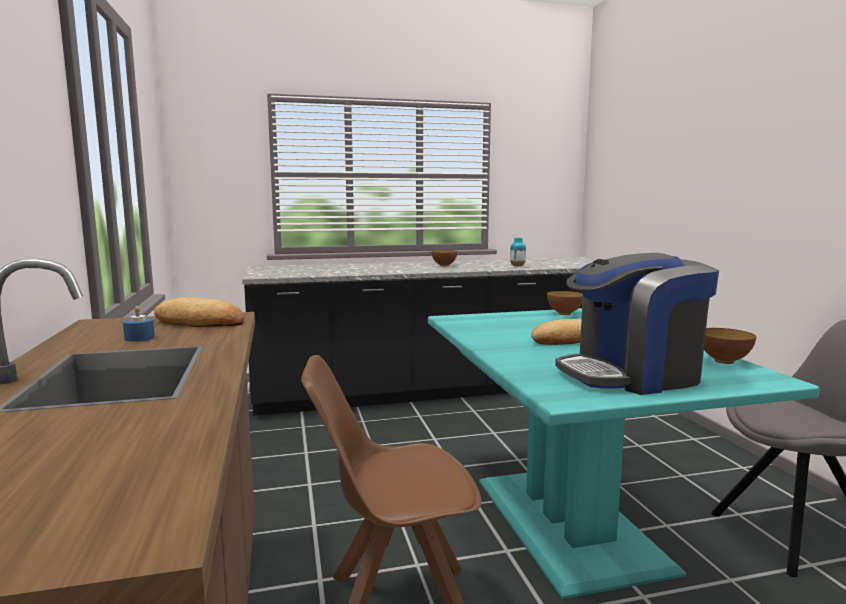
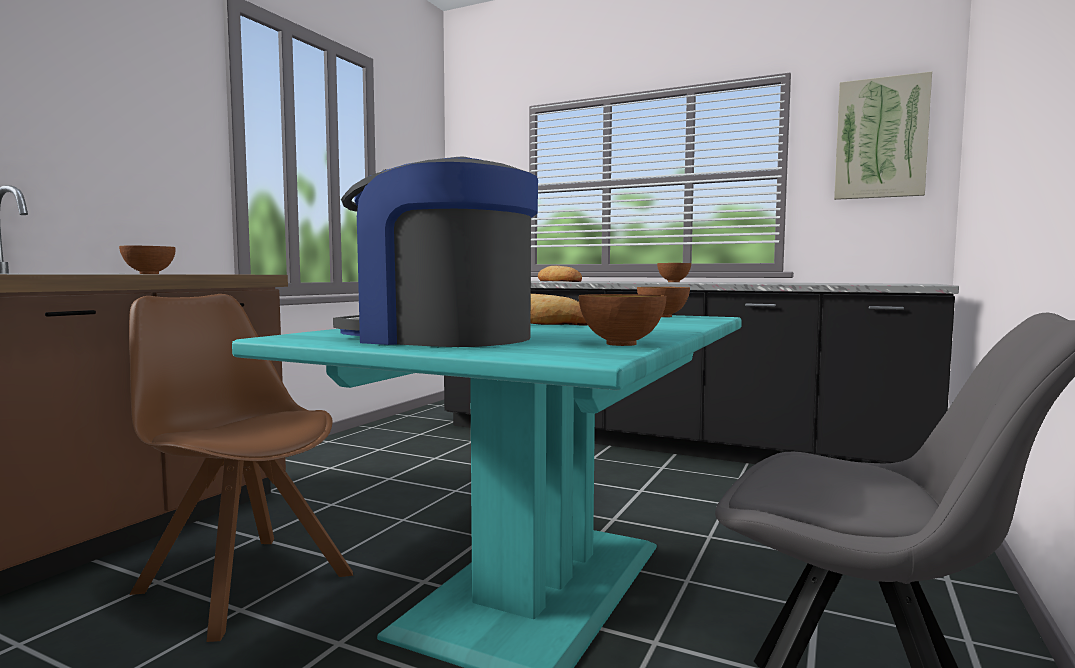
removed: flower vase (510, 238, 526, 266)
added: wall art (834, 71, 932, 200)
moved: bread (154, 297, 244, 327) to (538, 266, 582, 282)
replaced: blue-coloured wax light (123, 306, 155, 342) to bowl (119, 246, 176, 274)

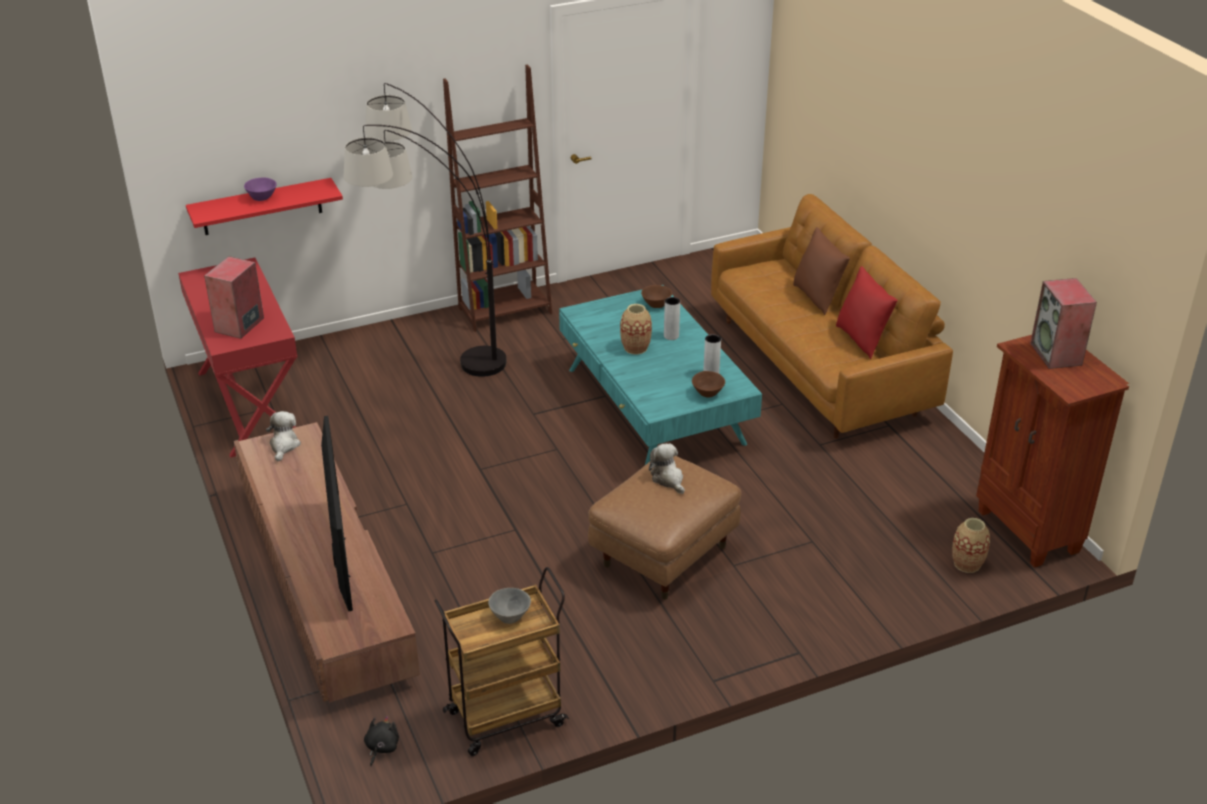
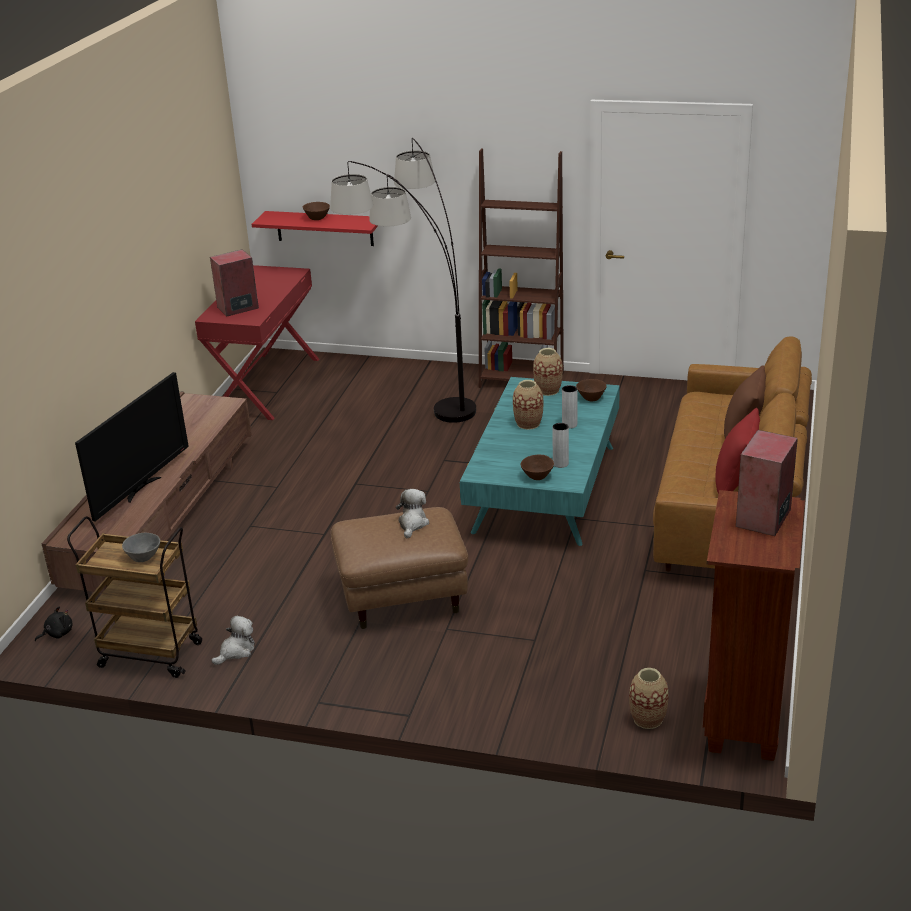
added: flower vase (533, 348, 563, 396)
moved: plush toy (266, 411, 301, 461) to (212, 616, 255, 665)
recoloured: purple bowl (244, 177, 277, 201) to brown-coloured bowl (303, 202, 330, 220)

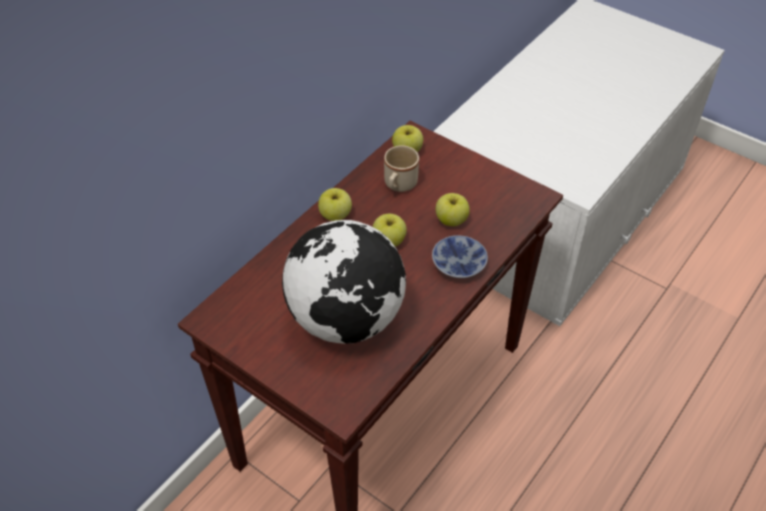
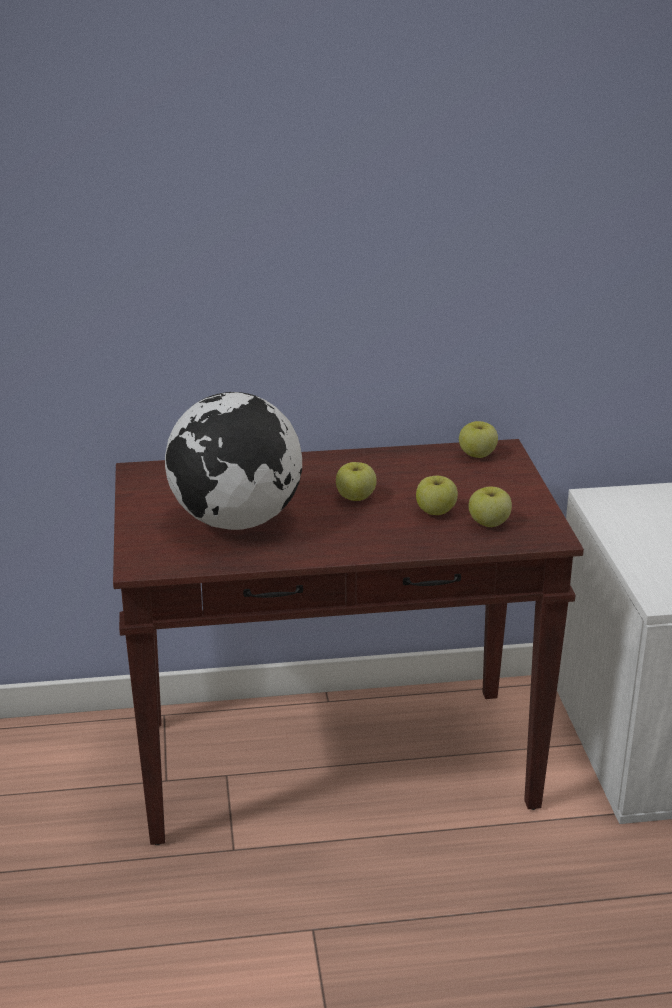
removed: beige-coloured tea mug (384, 145, 419, 192); bowl (432, 235, 488, 278)
moved: apple fruit (318, 188, 352, 221) to (469, 487, 512, 527)

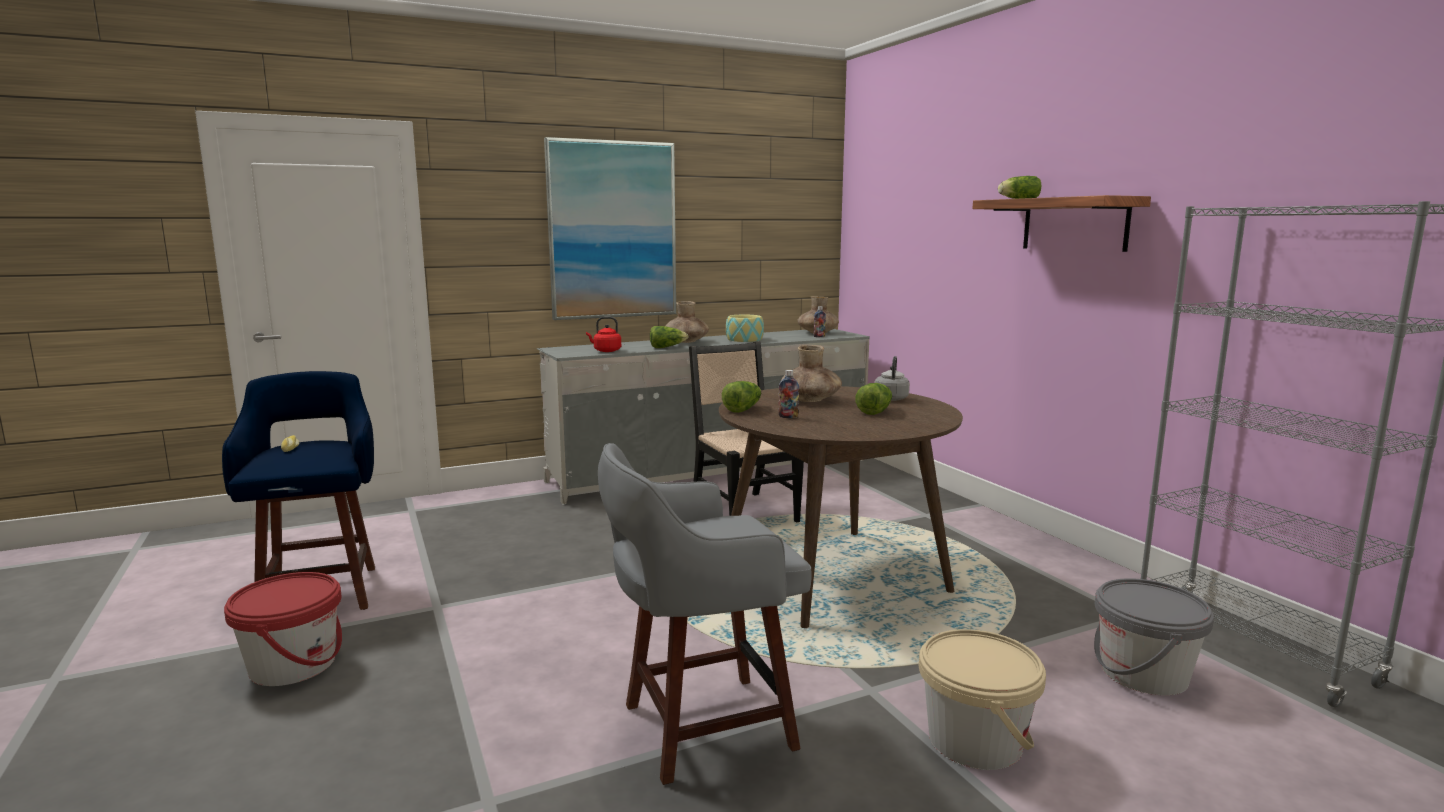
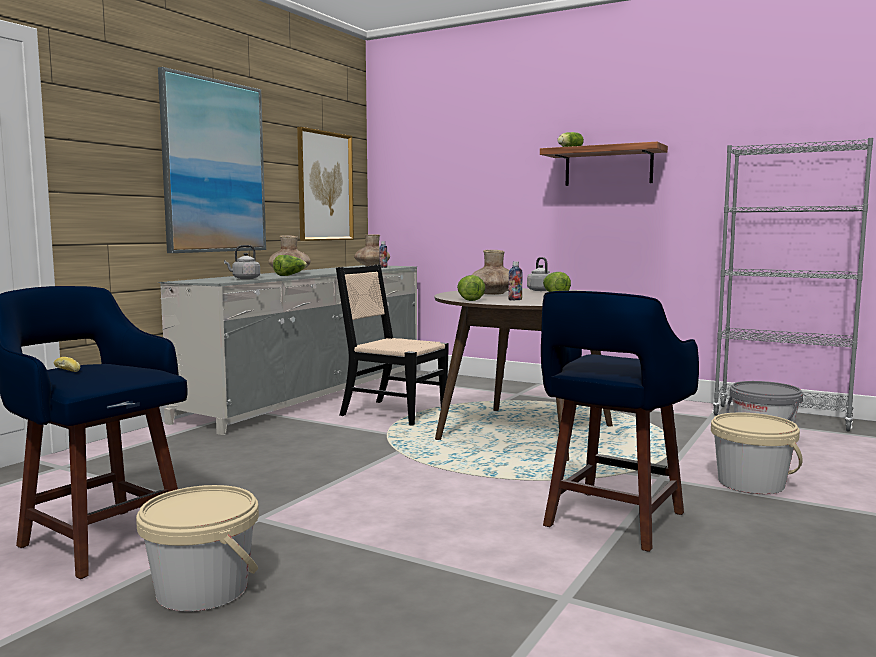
removed: bowl (726, 314, 764, 342)
added: wall art (297, 127, 354, 241)
recoloured: reddish water bucket (224, 572, 342, 686) to beige-coloured water bucket (136, 485, 259, 612); reddish water kettle (586, 317, 621, 352) to greyish water kettle (224, 245, 260, 279); greyish sitting stool (598, 443, 811, 785) to blue-coloured sitting stool (541, 291, 699, 552)

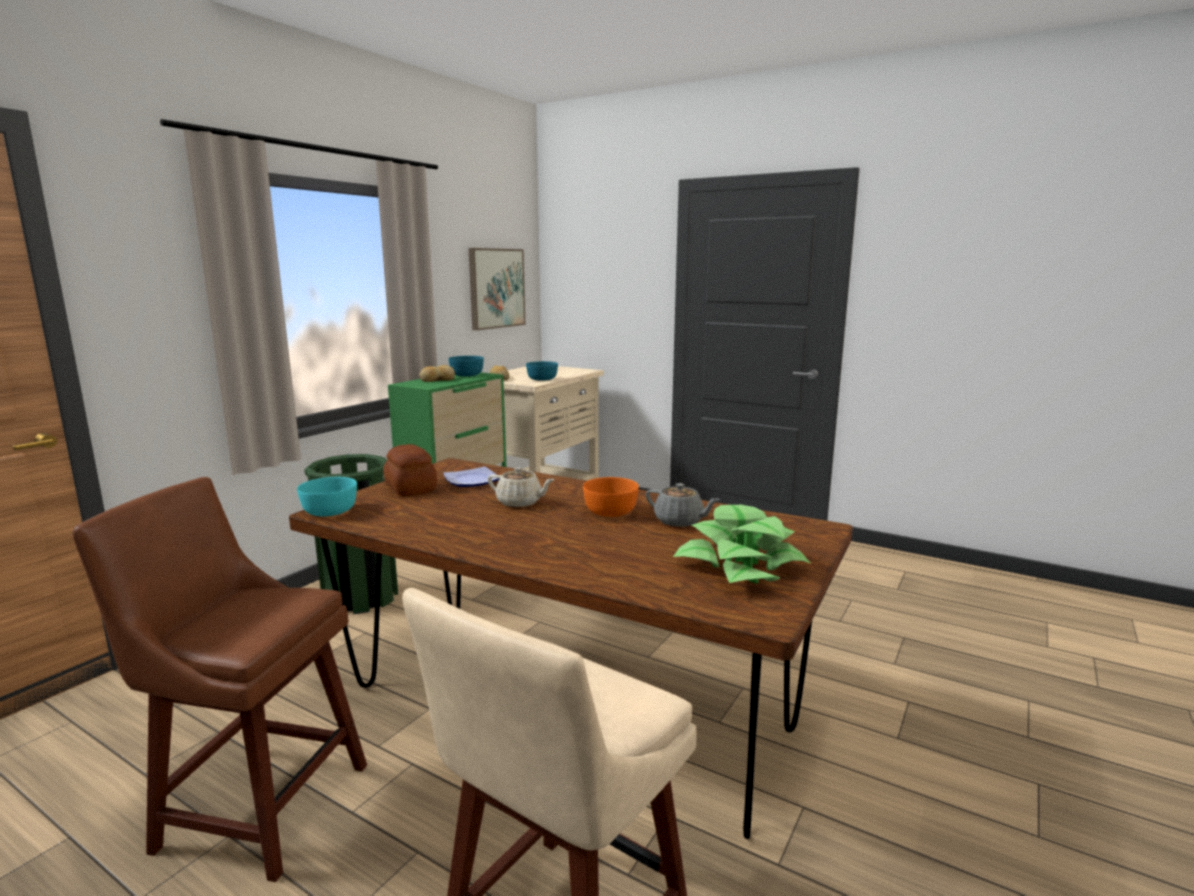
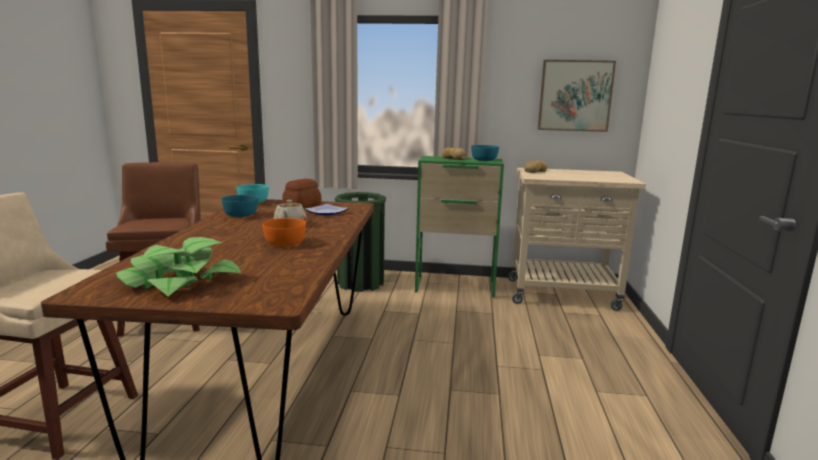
removed: greyish tea pot (646, 483, 720, 527)
moved: blue-green bowl (526, 361, 558, 381) to (221, 195, 258, 217)

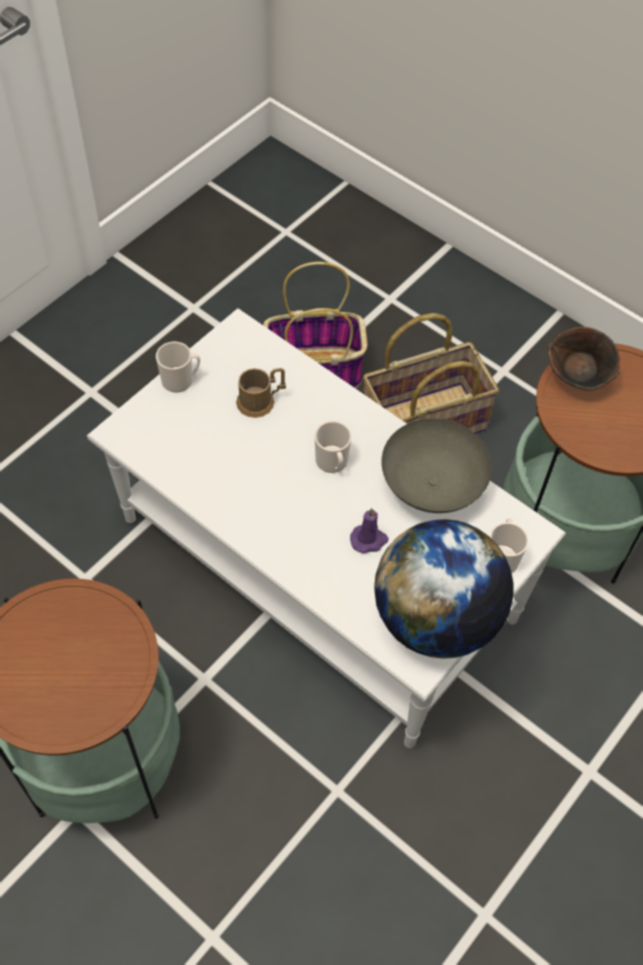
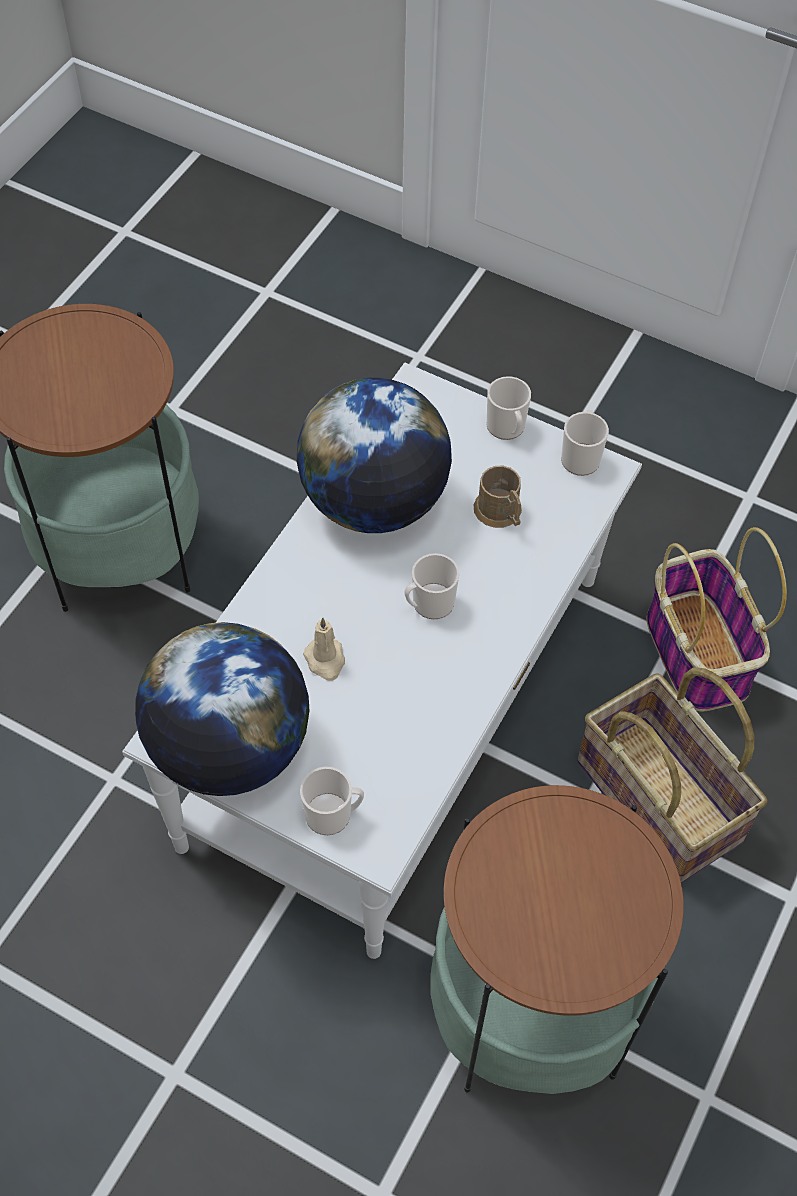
removed: greyish bowl (381, 418, 492, 513); brown-coloured bowl (548, 327, 620, 391)
added: globe (297, 378, 452, 533); tea mug (561, 409, 609, 476)
recoloured: purple wax light (350, 508, 389, 554) to beige-coloured wax light (303, 617, 345, 681)

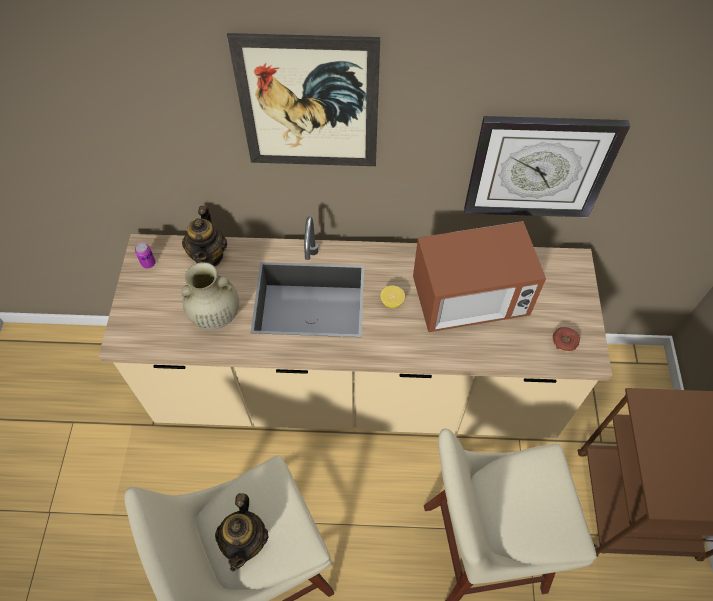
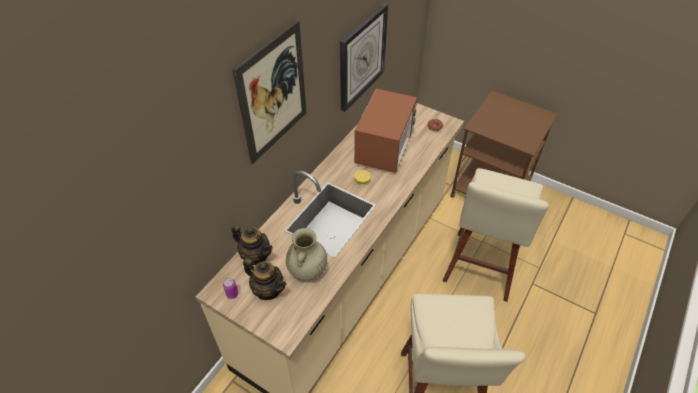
moved: tea pot (215, 493, 268, 571) to (243, 258, 286, 300)

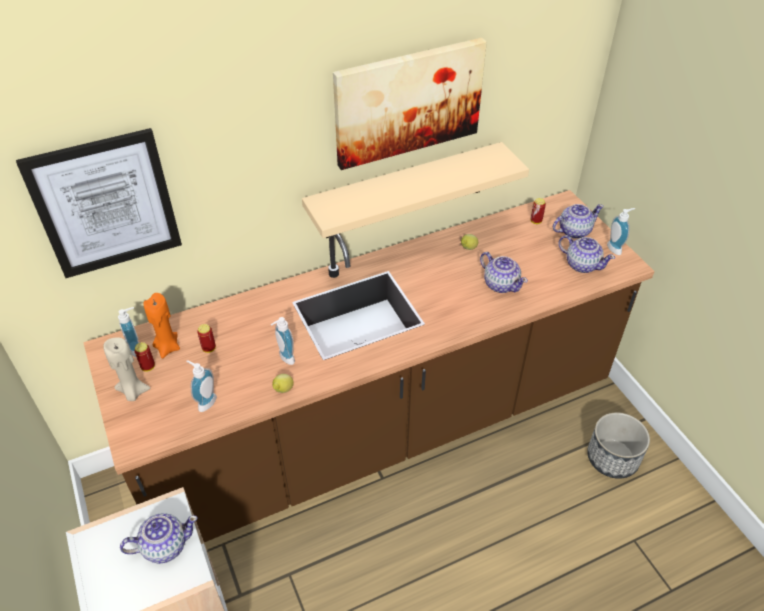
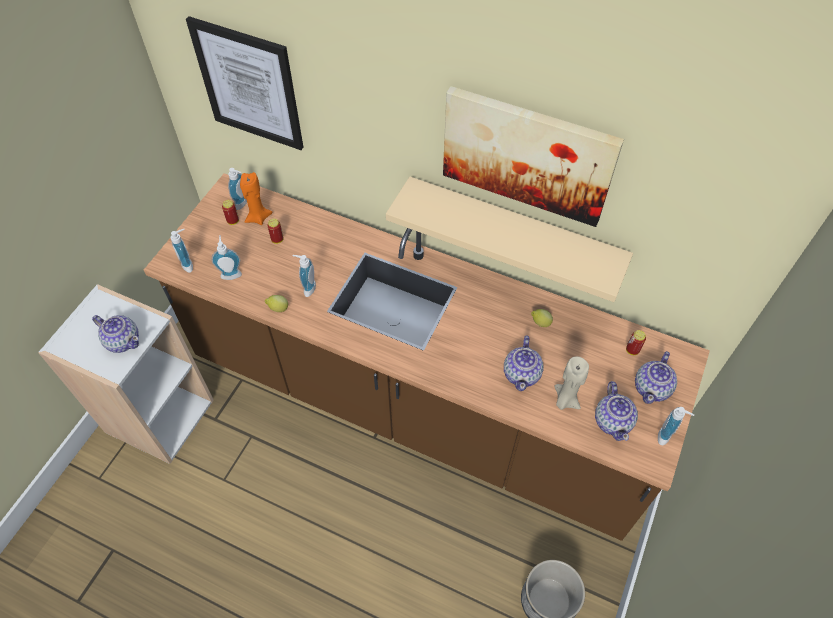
added: soap bottle (170, 229, 193, 273)
moved: beige-coloured wax light (103, 337, 151, 401) to (555, 356, 589, 410)
turned: tea pot (553, 204, 604, 239) = (635, 351, 677, 404) 90 degrees clockwise

